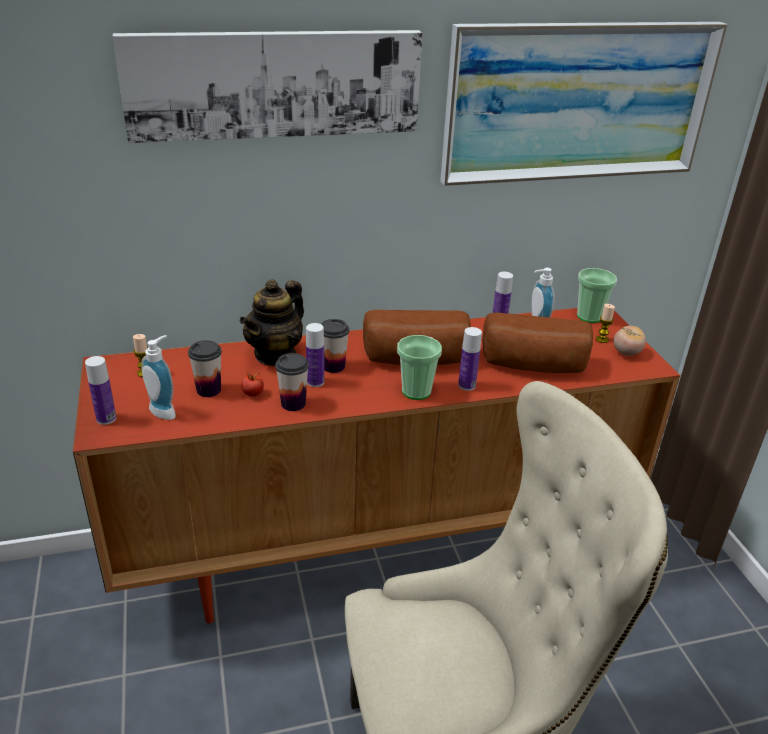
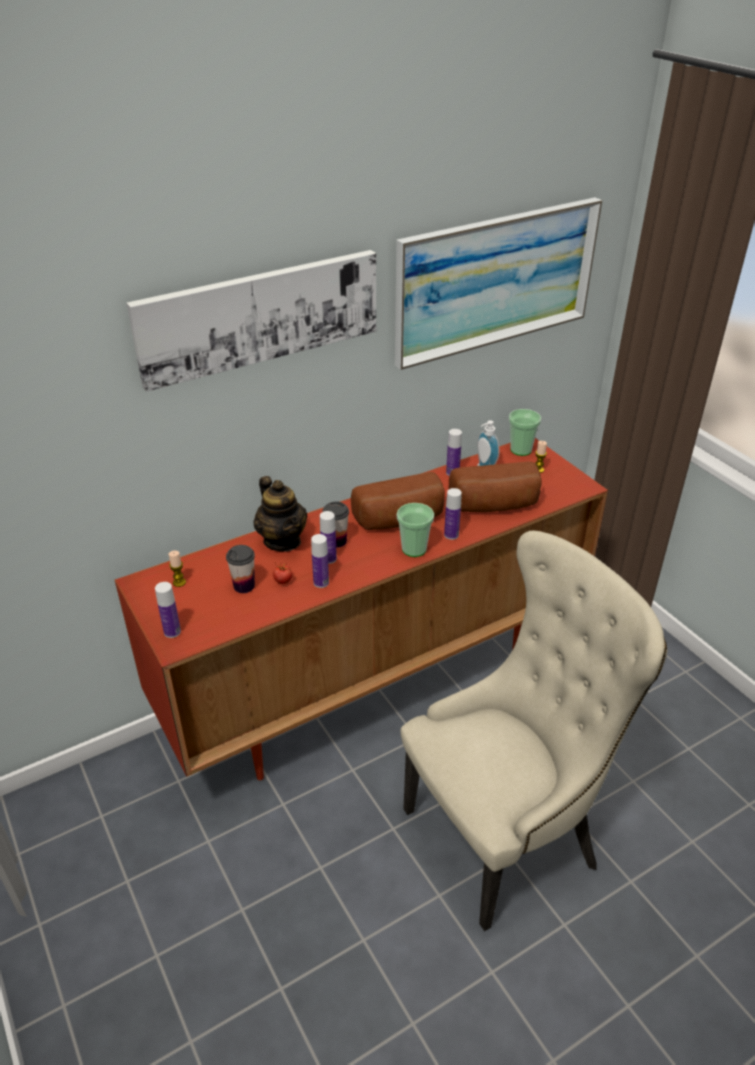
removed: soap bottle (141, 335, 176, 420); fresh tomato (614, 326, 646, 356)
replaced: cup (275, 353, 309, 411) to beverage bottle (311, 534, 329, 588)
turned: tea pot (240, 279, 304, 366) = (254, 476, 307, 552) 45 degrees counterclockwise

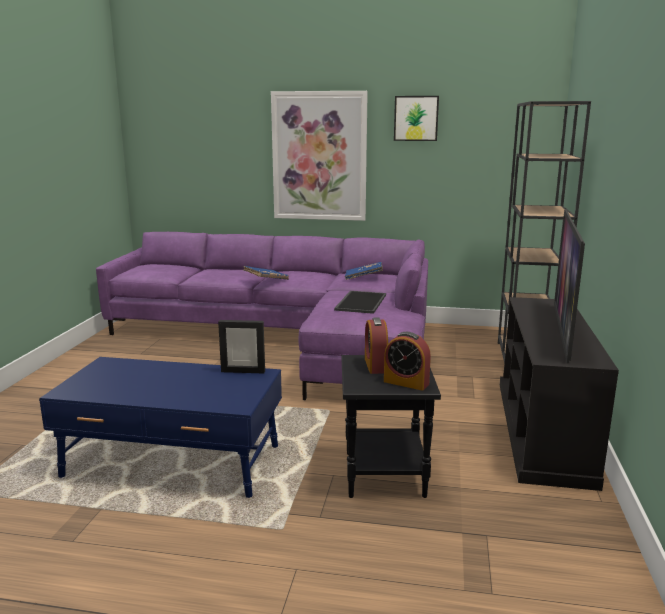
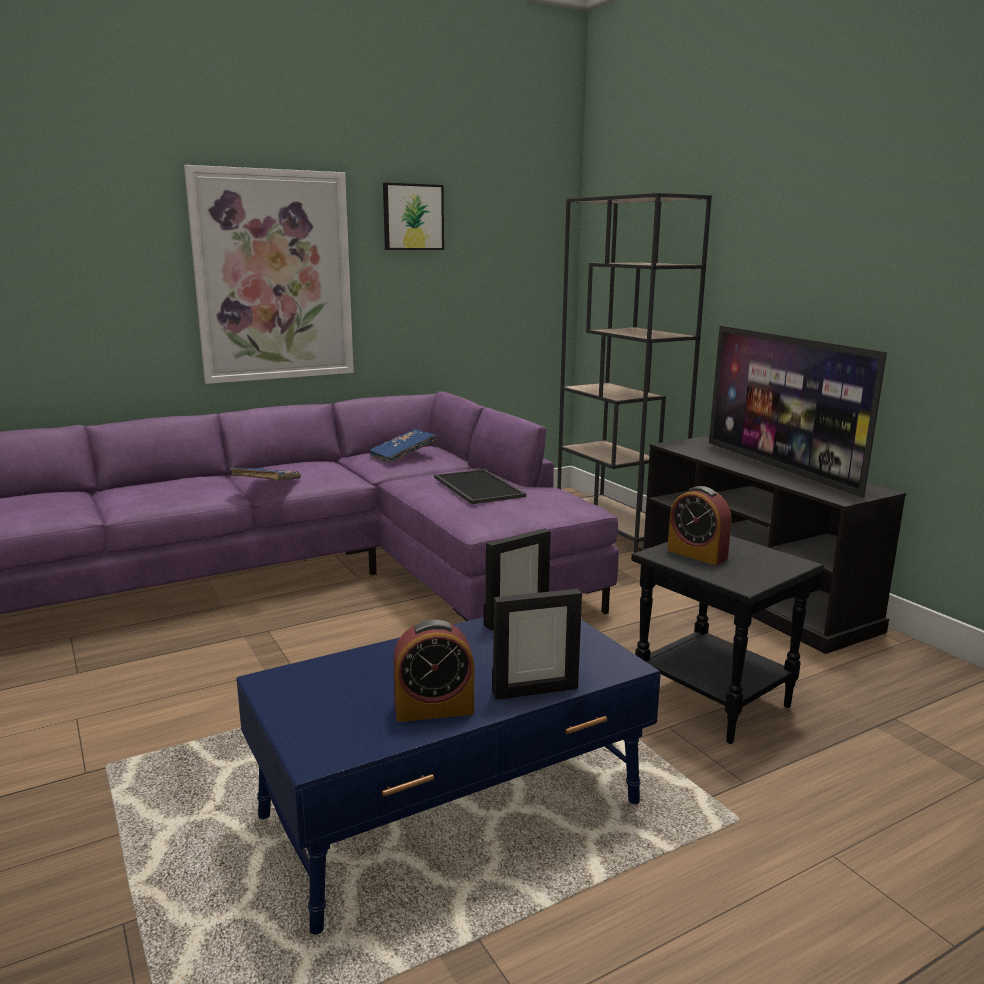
added: photo frame (492, 589, 582, 700)
moved: alarm clock (384, 332, 431, 390) to (393, 620, 474, 722)

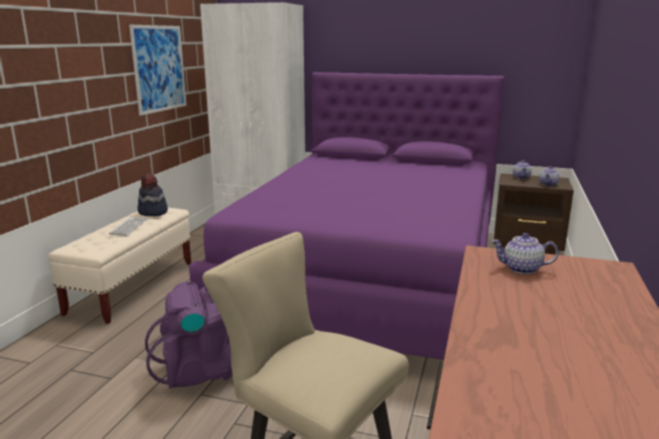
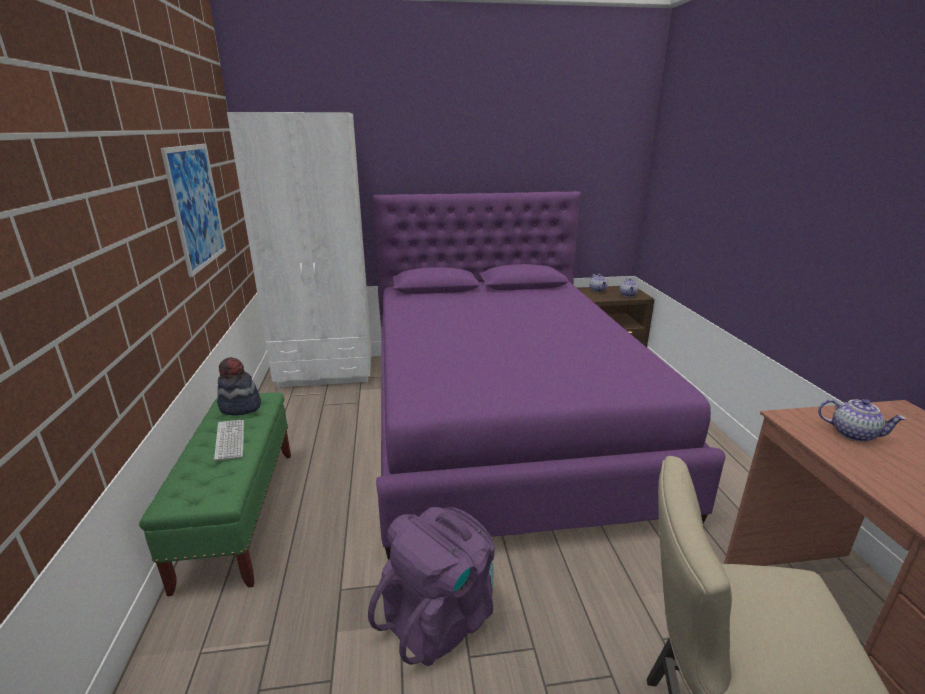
recoloured: beige-coloured indoor bench (48, 208, 191, 324) to green-coloured indoor bench (139, 392, 291, 596)
turned: tea pot (492, 233, 559, 274) = (818, 399, 906, 442) 135 degrees counterclockwise

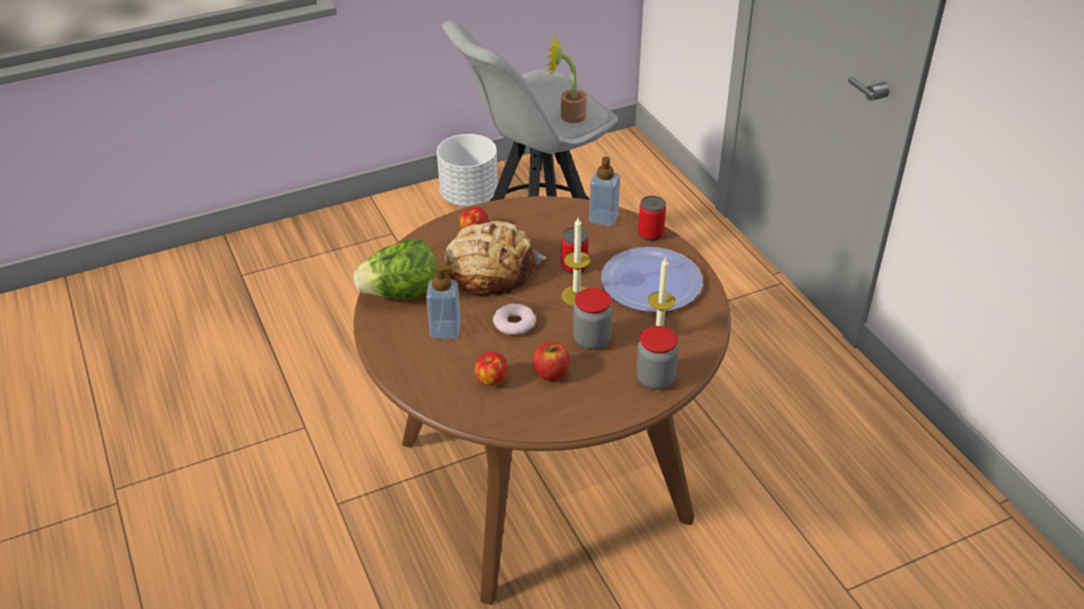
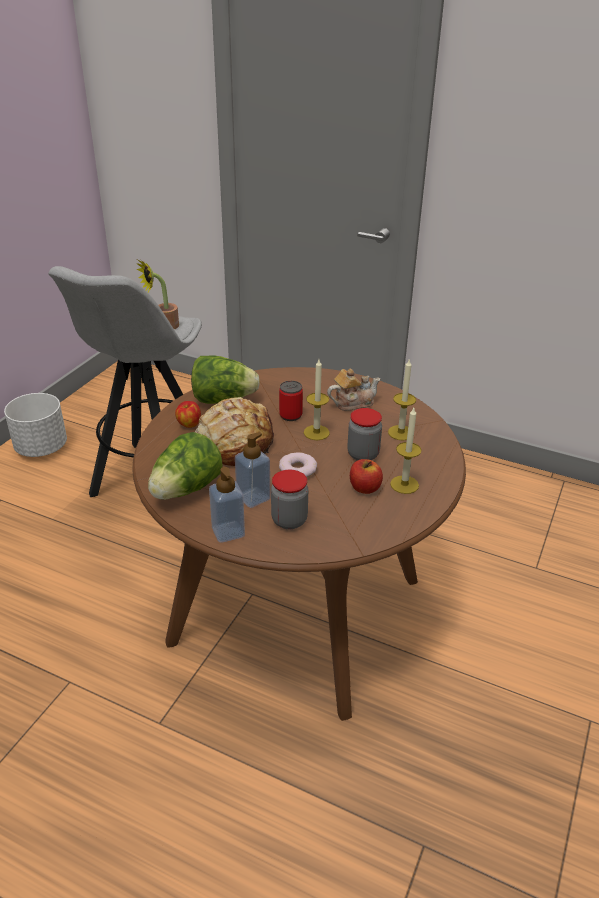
removed: apple fruit (475, 352, 507, 386); can (638, 196, 666, 241)
added: lettuce (191, 356, 260, 404); wax light (390, 408, 422, 494)
moved: soap bottle (589, 156, 620, 227) to (209, 467, 245, 543); storage jar (636, 326, 679, 390) to (271, 470, 308, 529)
replaced: plate (601, 247, 703, 312) to tea pot (327, 369, 381, 411)

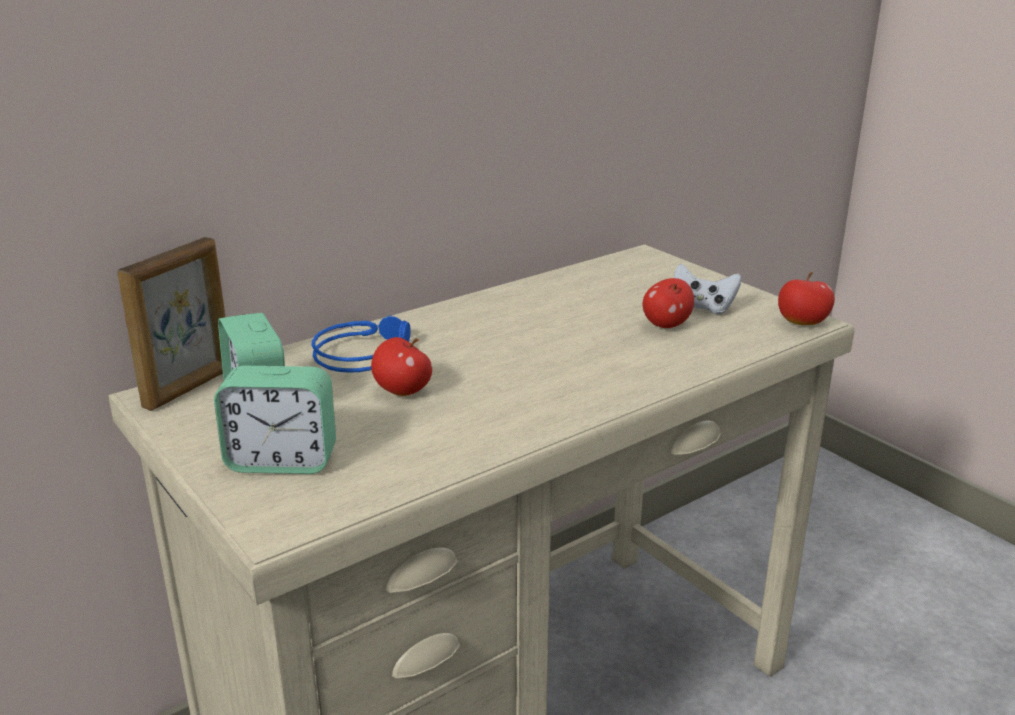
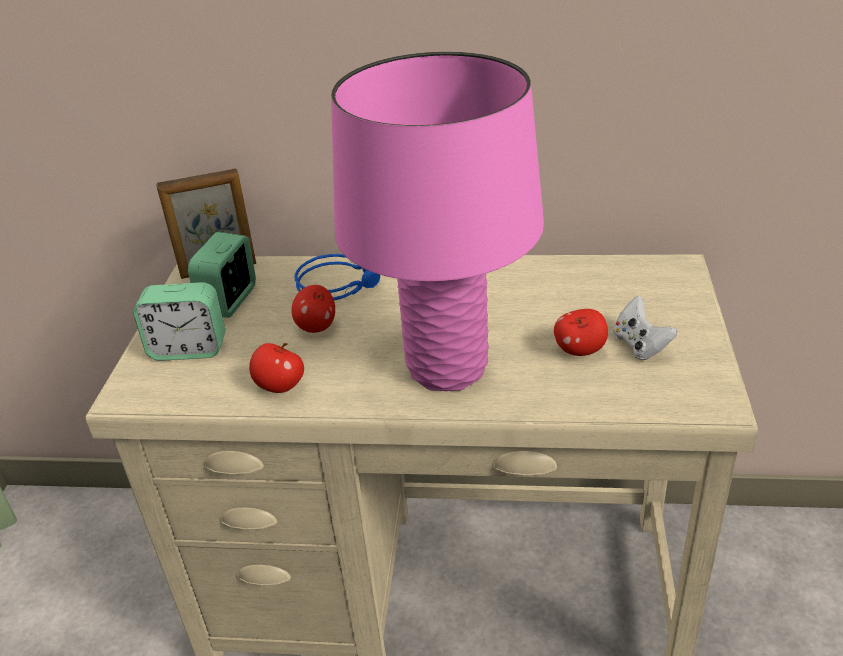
added: pink tabletop lamp (331, 52, 544, 391)
moved: apple fruit (778, 272, 835, 325) to (249, 343, 304, 393)
turned: alarm clock (214, 366, 336, 474) = (133, 282, 225, 361) 45 degrees counterclockwise

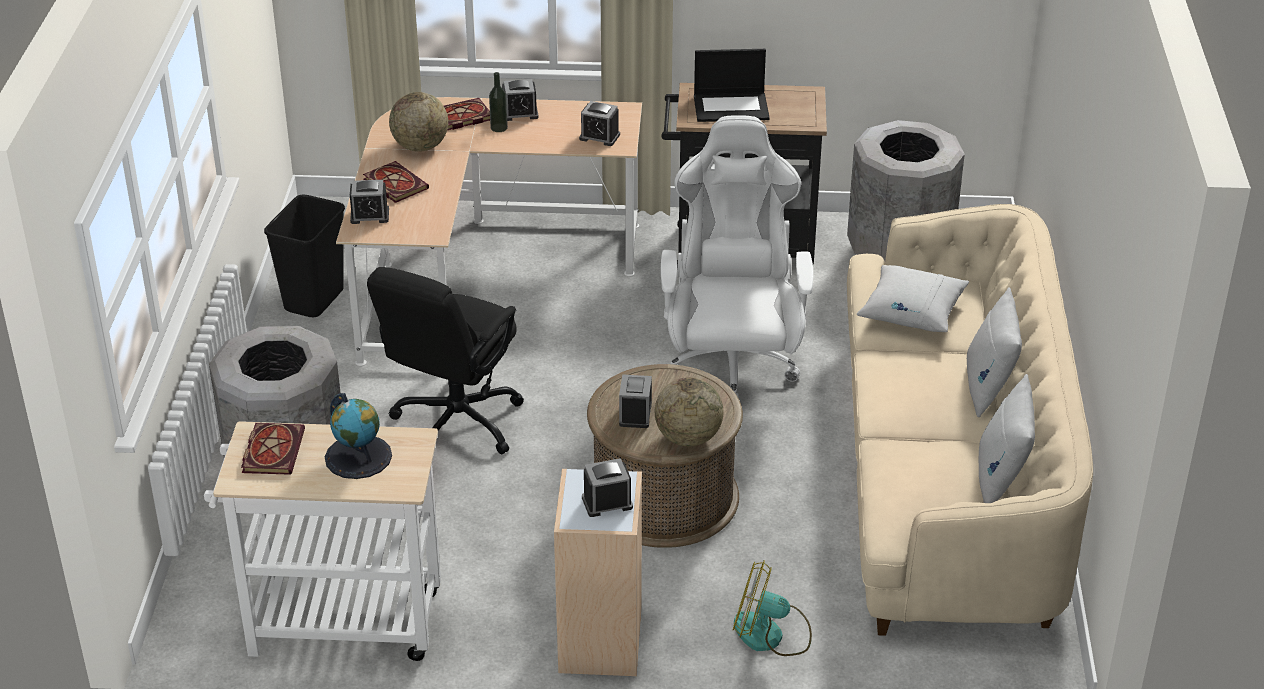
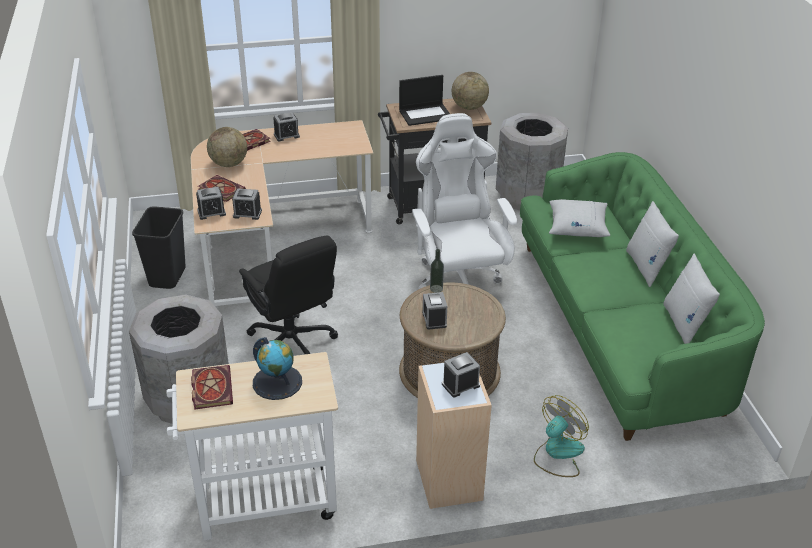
moved: beverage bottle (489, 72, 508, 132) to (430, 249, 444, 293); alarm clock (579, 101, 620, 146) to (232, 189, 262, 220); globe (655, 377, 723, 447) to (452, 72, 489, 110)
recoloured: beige-coloured couch (847, 204, 1093, 636) to green-coloured couch (520, 152, 765, 441)
turned: black-coloured computer chair (367, 267, 524, 455) = (239, 236, 338, 354) 45 degrees counterclockwise; fan (733, 560, 812, 656) = (534, 395, 589, 477) 135 degrees clockwise

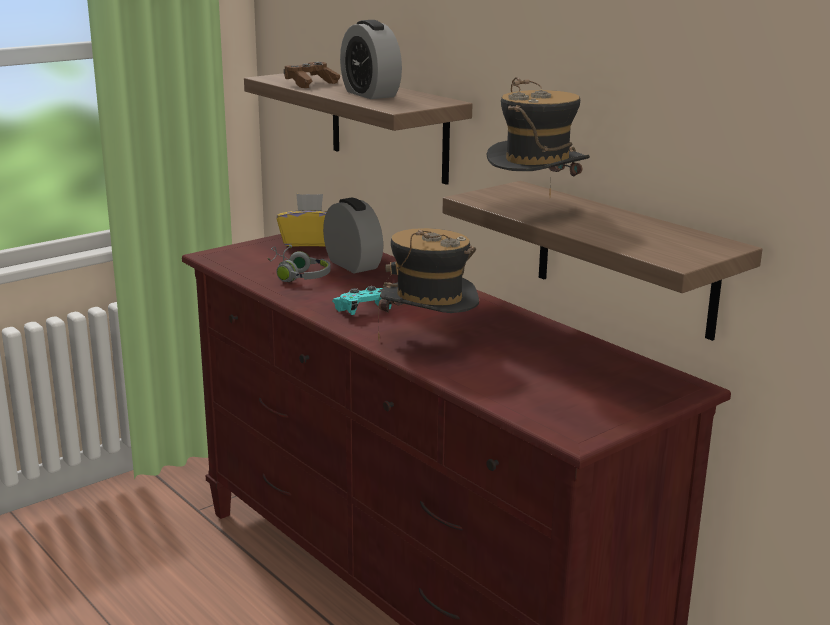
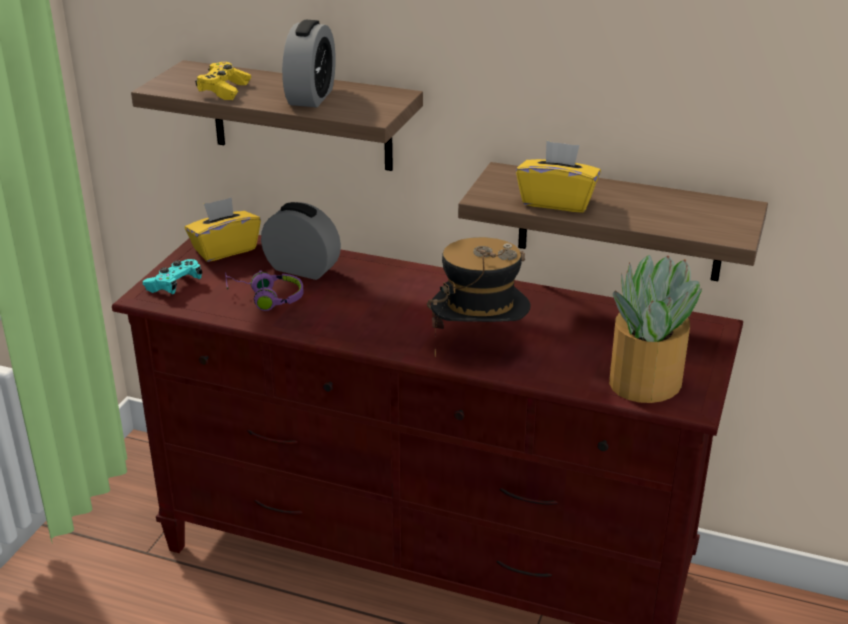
added: plant in a pot (609, 255, 702, 403)
moved: blue-green game controller (332, 286, 392, 315) to (142, 259, 202, 294)
replaced: clothing hat (487, 77, 590, 196) to yellow tissue box (516, 141, 601, 213)
recoloured: greyish headset (267, 245, 331, 282) to purple headset (225, 270, 304, 311); brown-coloured game controller (284, 62, 340, 88) to yellow game controller (195, 62, 251, 100)
turned: alarm clock (340, 20, 402, 99) = (282, 20, 336, 107) 105 degrees counterclockwise

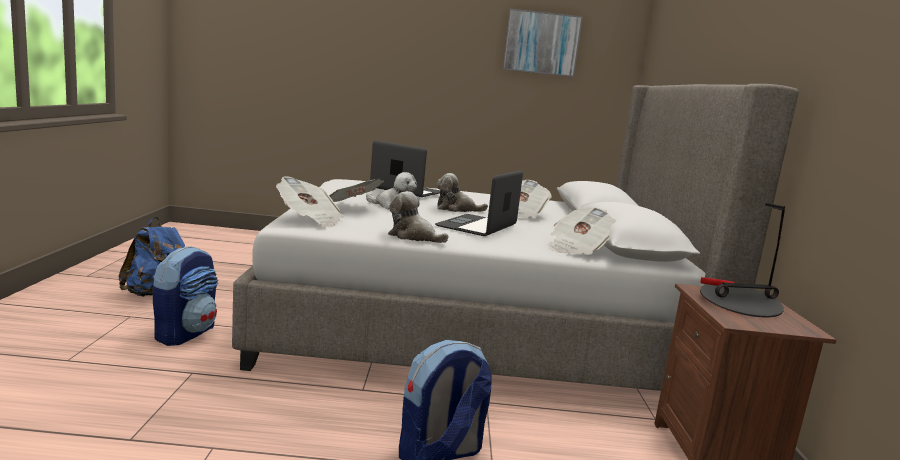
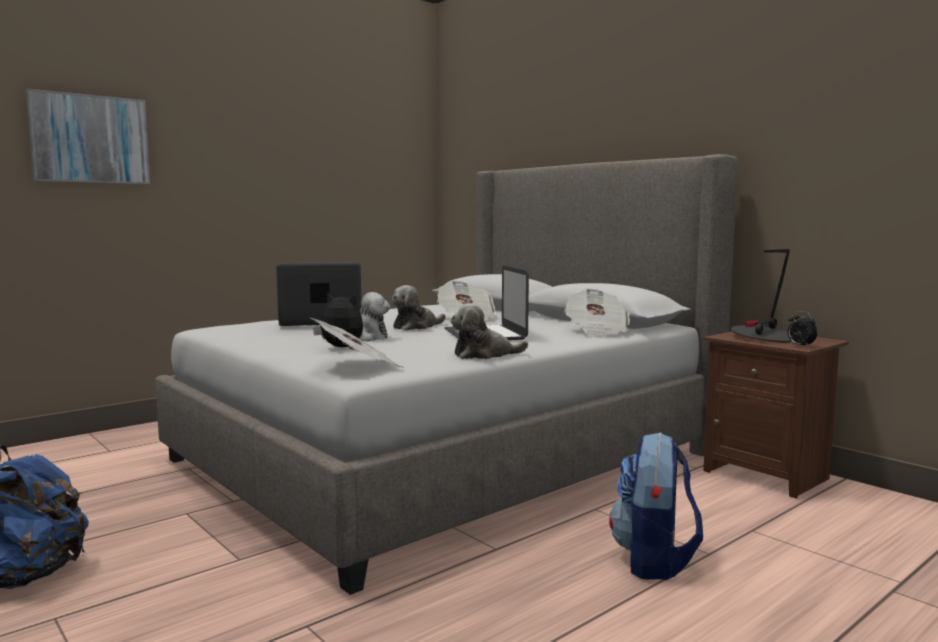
removed: rucksack (151, 246, 218, 346)
added: alarm clock (787, 311, 817, 347)
moved: wall art (502, 9, 583, 77) to (25, 88, 150, 184)
replaced: printed paper (329, 179, 384, 202) to plush toy (313, 292, 363, 347)

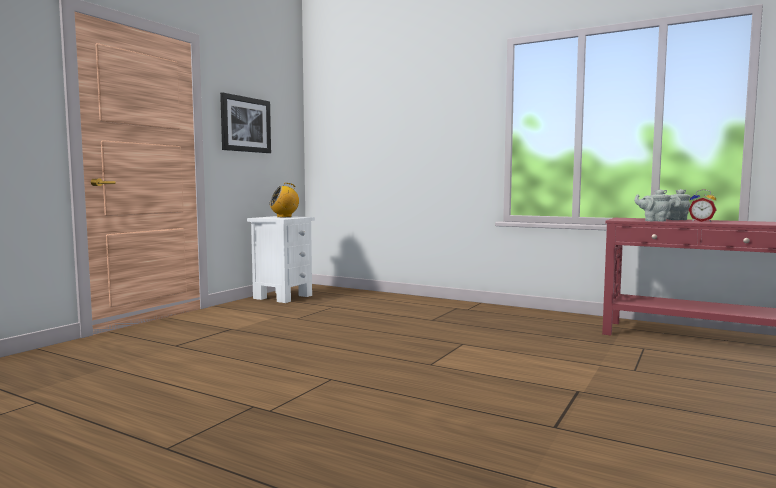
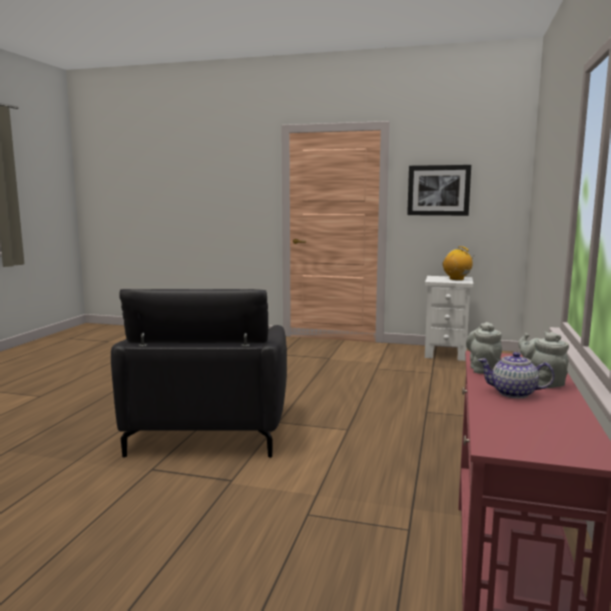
added: black-coloured easy chair (111, 289, 287, 458)
replaced: alarm clock (688, 189, 717, 222) to tea pot (478, 352, 555, 398)

